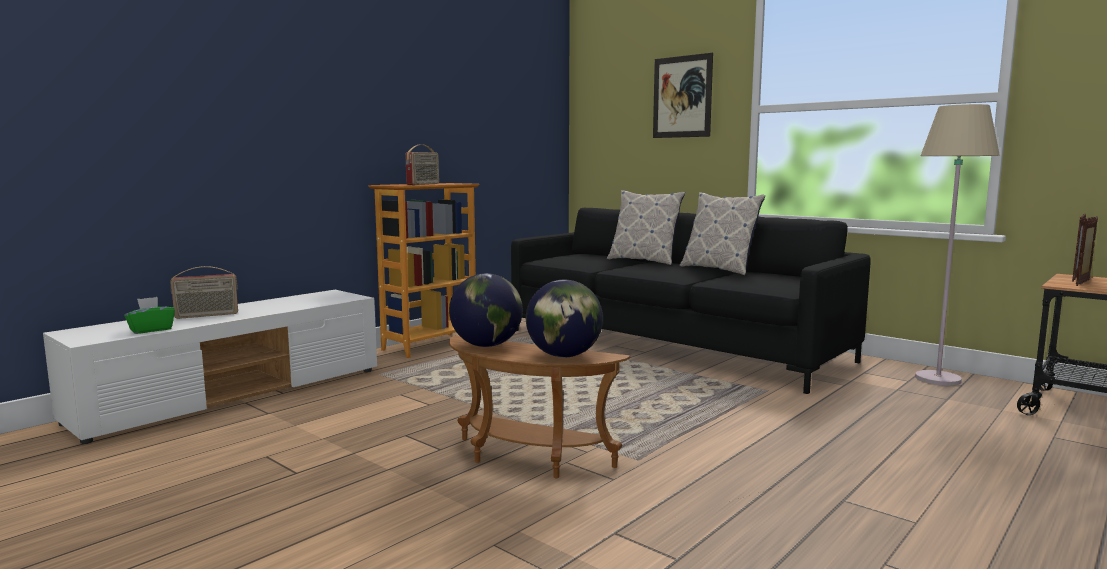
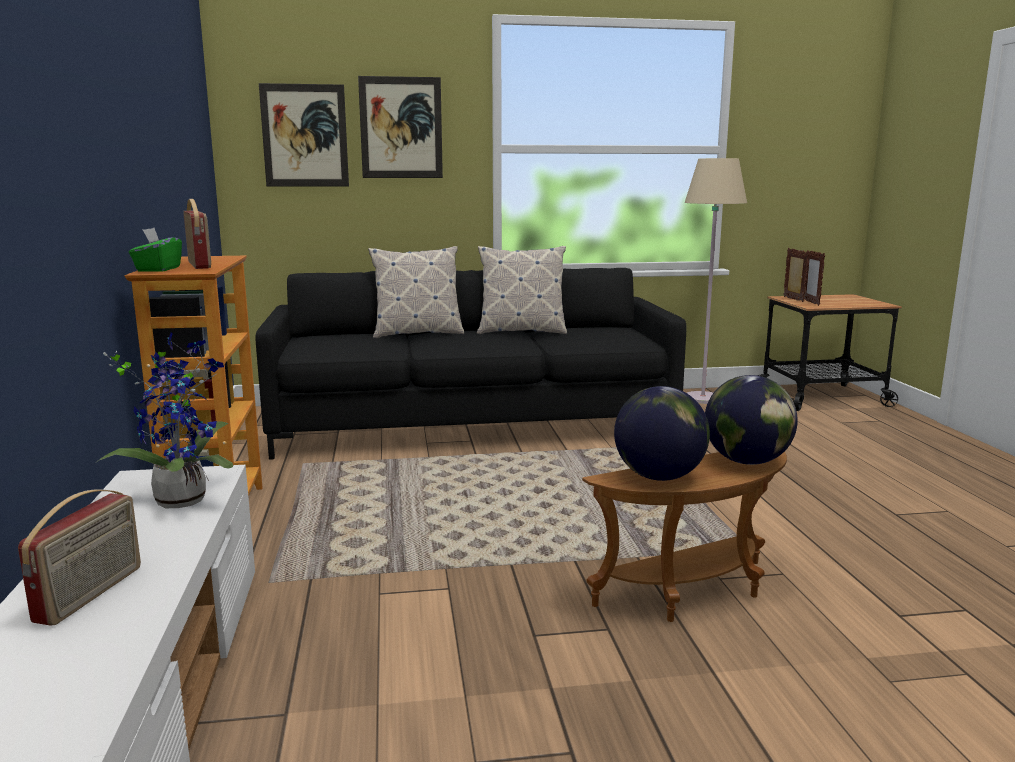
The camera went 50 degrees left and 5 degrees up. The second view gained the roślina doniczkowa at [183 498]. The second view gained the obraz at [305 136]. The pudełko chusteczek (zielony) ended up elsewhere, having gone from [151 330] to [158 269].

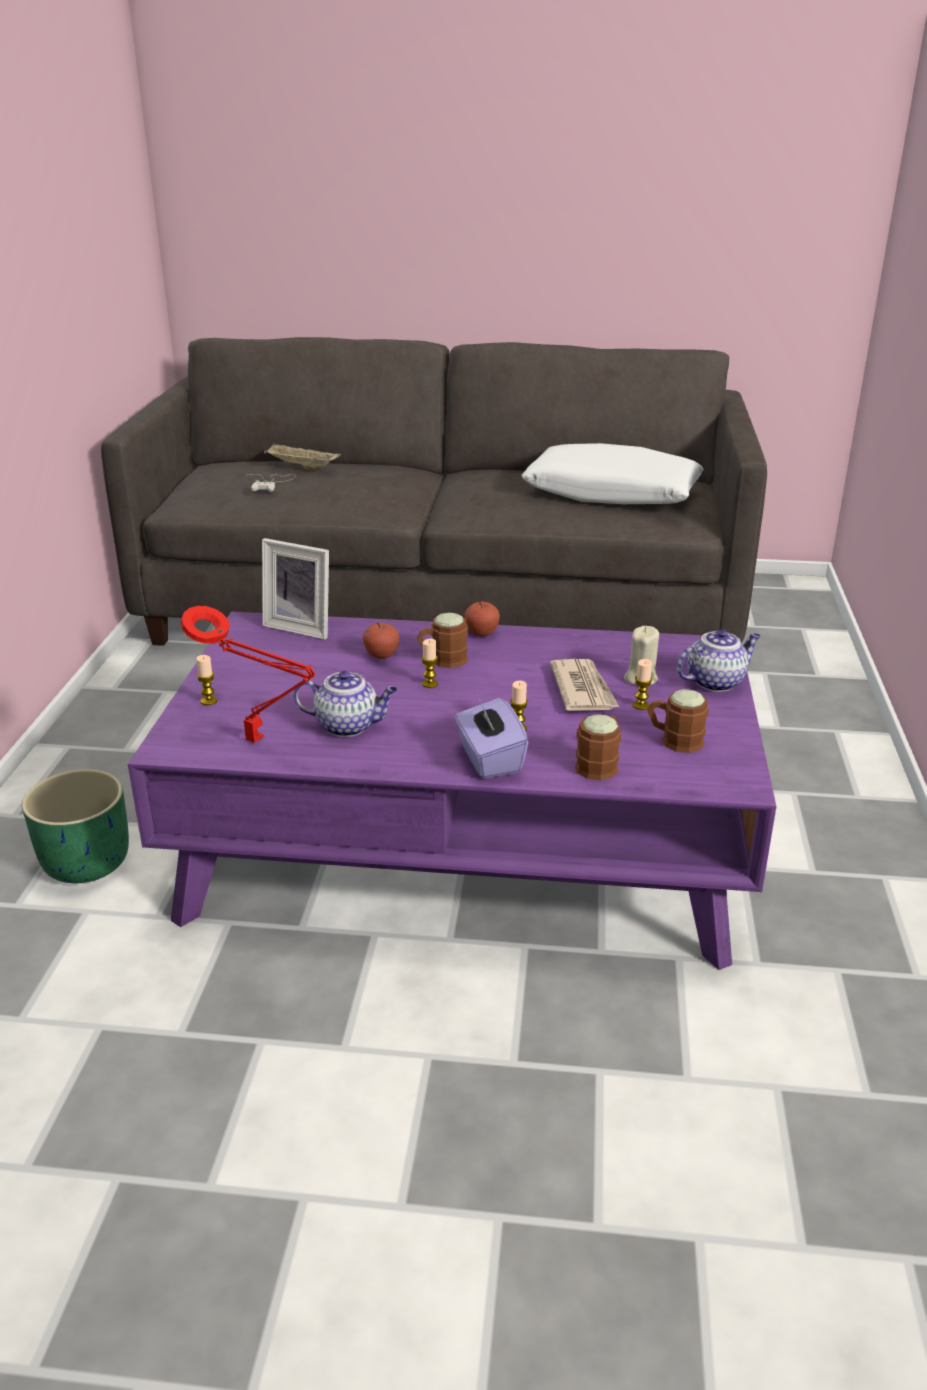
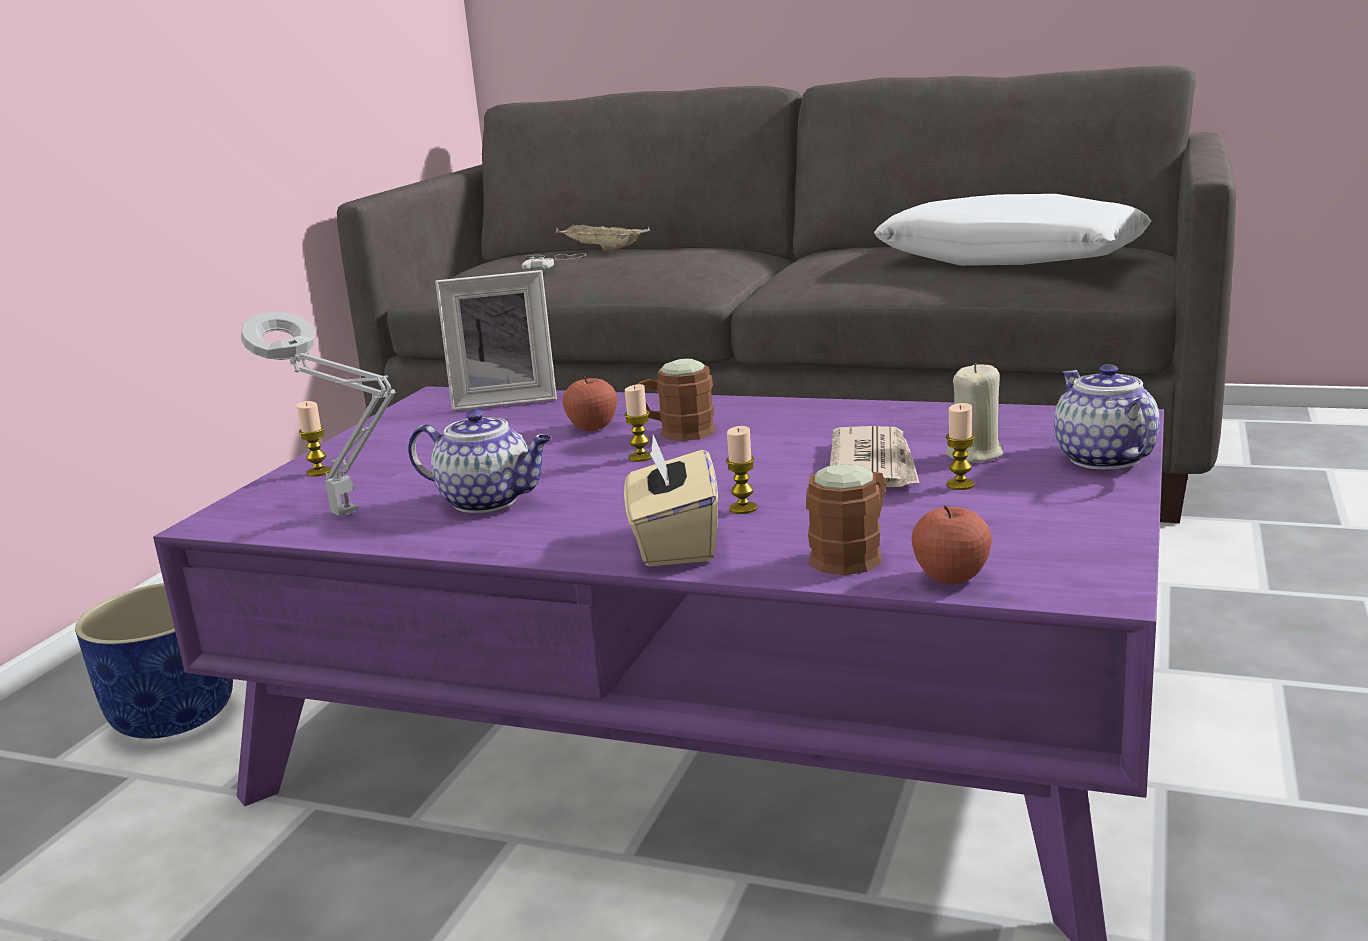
The camera went 15 degrees right and 10 degrees down. The second view lost the kubek (brązowy) at [674 740]. The jabłko ended up elsewhere, having gone from [481 633] to [951 577]. What was the donica (zielony) at [87 862] turned into the donica (niebieski) at [175 714]. What was the lampa stołowa (czerwony) at [259 741] turned into the lampa stołowa (szary) at [349 515]. What was the pudełko chusteczek (fioletowy) at [489 759] turned into the pudełko chusteczek (beżowy) at [674 544]. The ramka na zdjęcie at [301 627] ended up facing another way, 45 degrees counterclockwise from before. The imbryk at [715 681] ended up facing another way, 90 degrees counterclockwise from before.

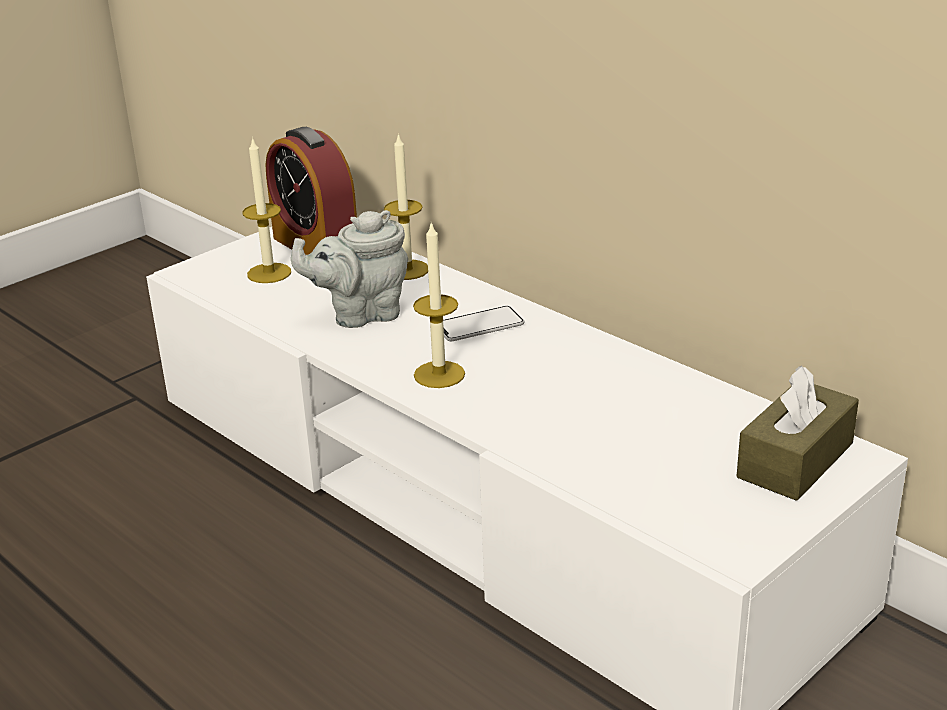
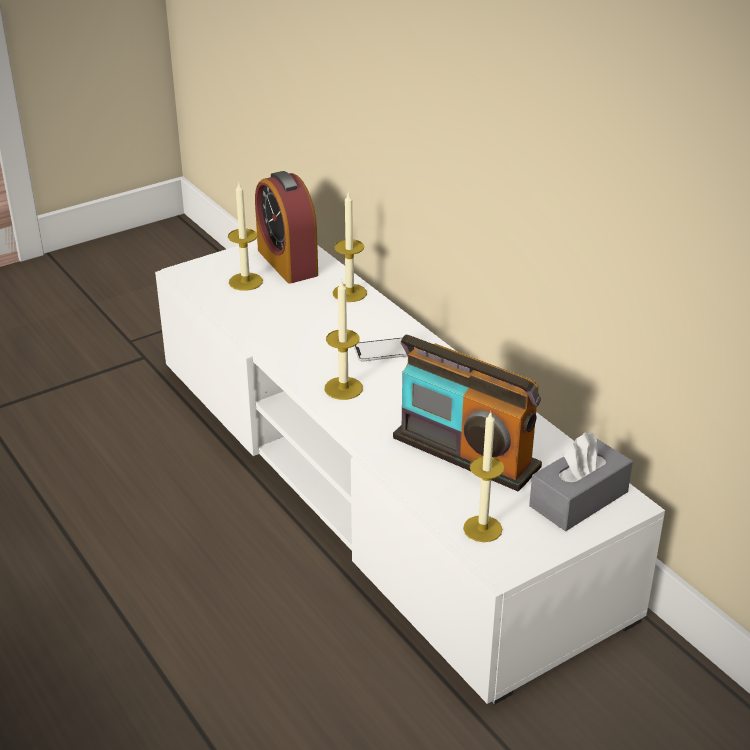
The camera went 10 degrees right and 5 degrees up. The second view lost the imbryk (szary) at [361 314]. The second view gained the radio at [465 453]. The second view gained the świeca at [482 529]. What was the pudełko chusteczek (brązowy) at [795 460] turned into the pudełko chusteczek (szary) at [578 499].

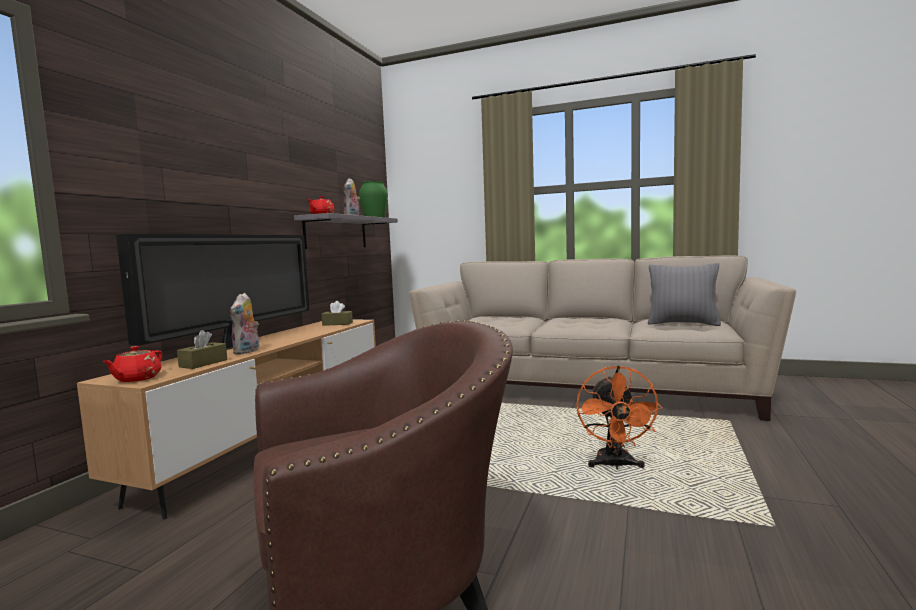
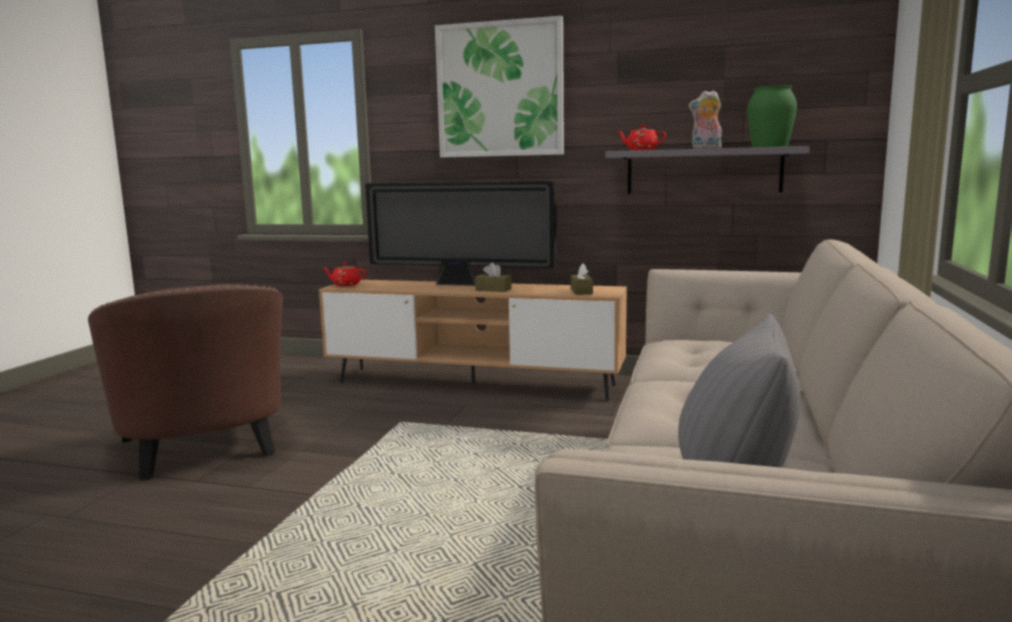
The camera went 85 degrees right and 5 degrees up. The second view lost the pluszak at [247 351]. The second view lost the wentylator (pomarańczowy) at [615 465]. The second view gained the obraz at [500 90]. The pudełko chusteczek (brązowy) ended up elsewhere, having gone from [203 363] to [493 289].

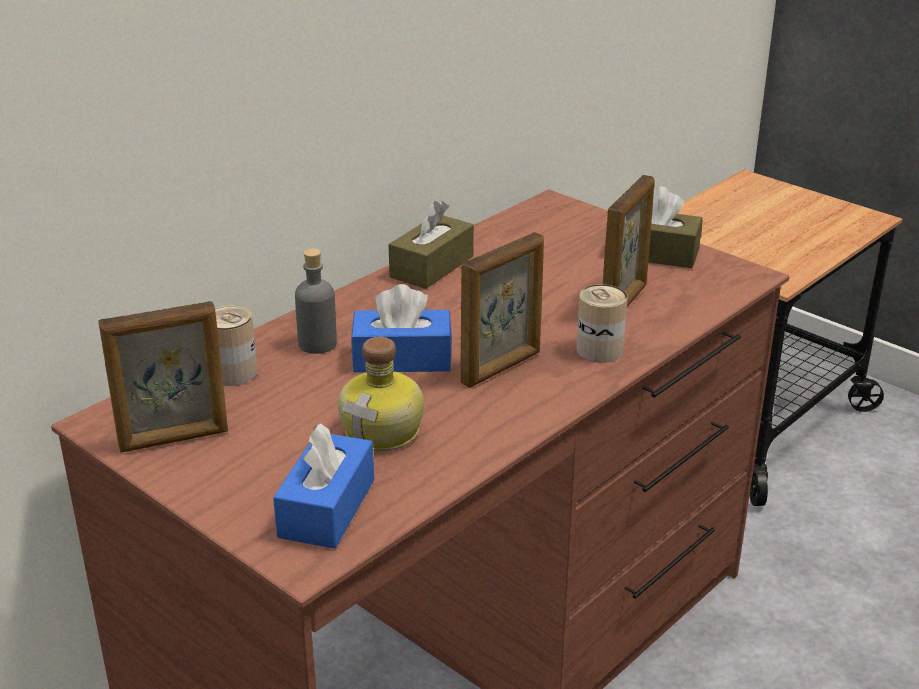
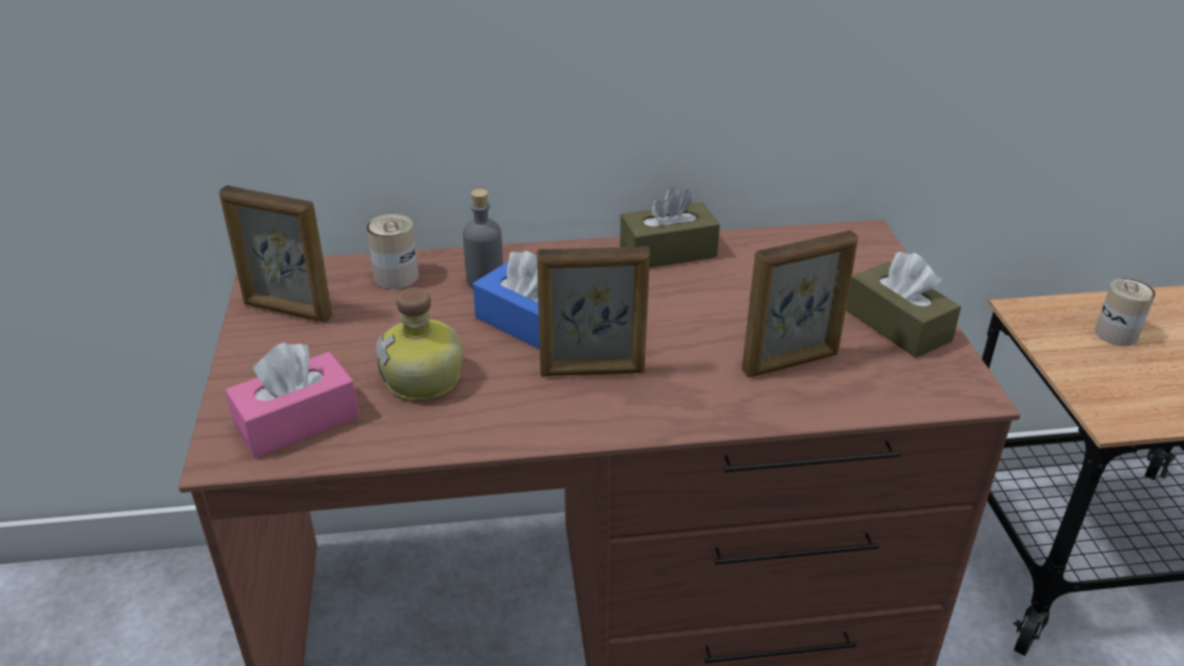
The camera went 40 degrees right and 5 degrees up. The puszka ended up elsewhere, having gone from [599 350] to [1116 334]. What was the pudełko chusteczek (niebieski) at [327 508] turned into the pudełko chusteczek (różowy) at [297 421].

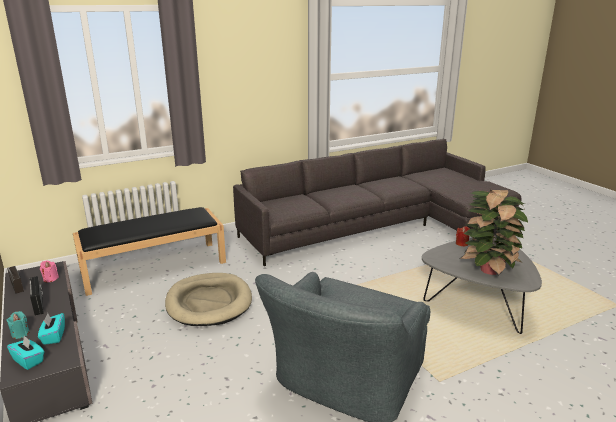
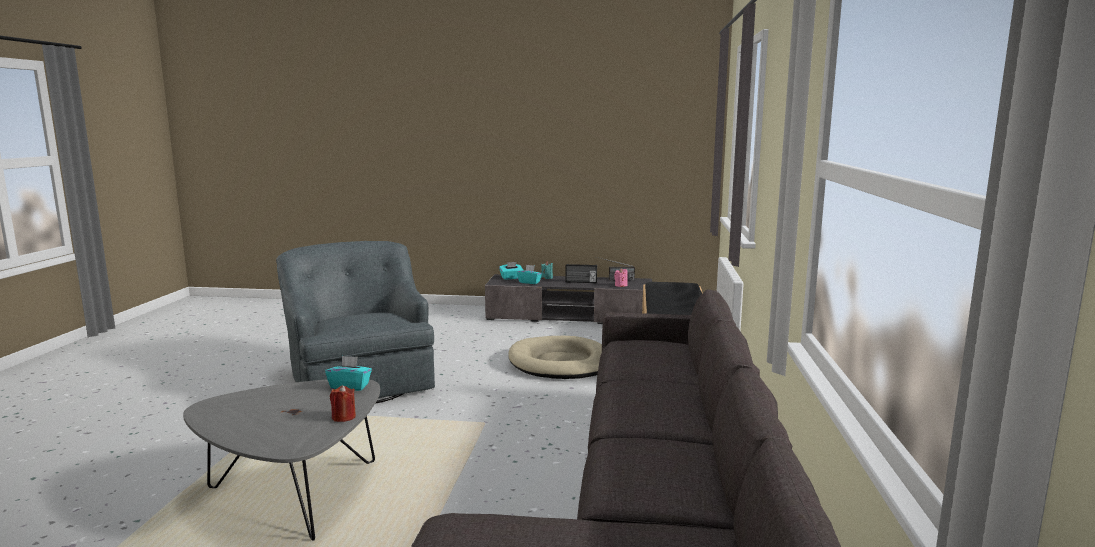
The camera went 125 degrees right and 10 degrees down. The second view lost the roślina doniczkowa at [489 269]. The second view gained the pudełko chusteczek (turkusowy) at [350 386].

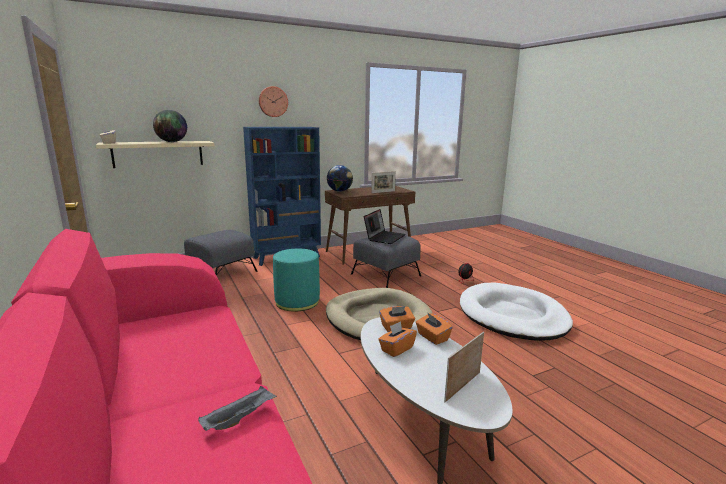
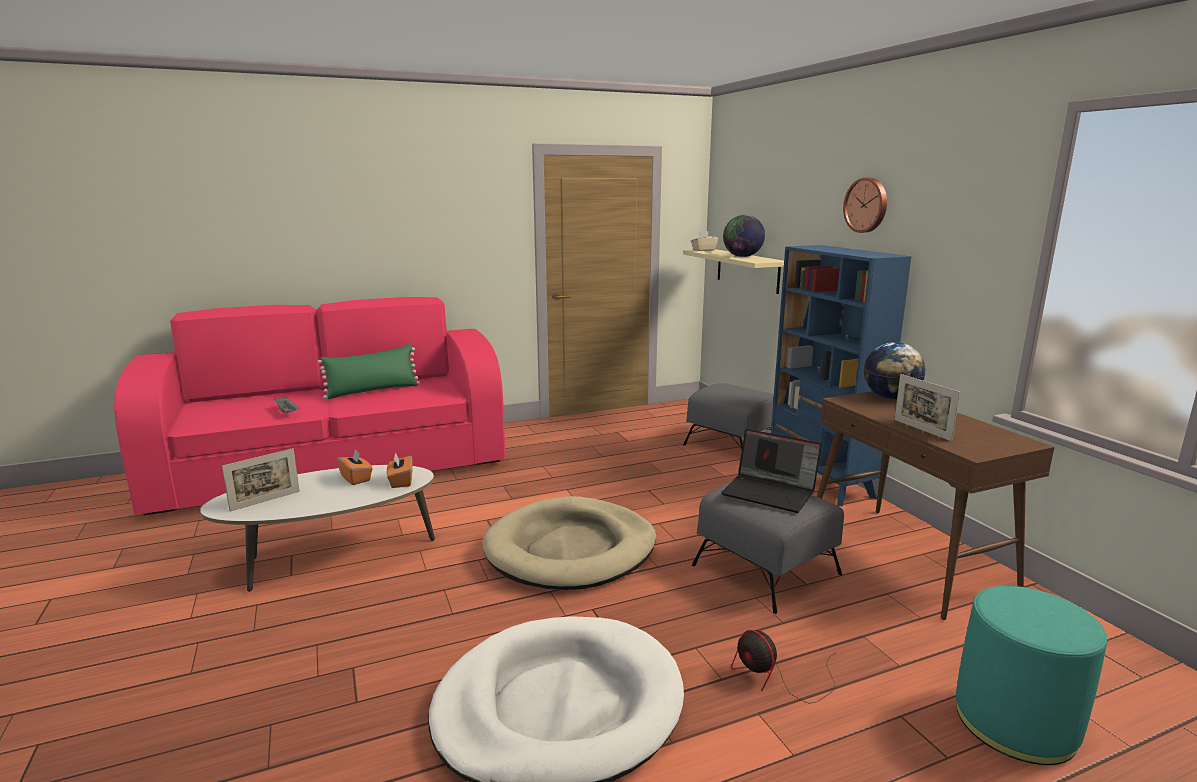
The camera went 95 degrees right and 0 degrees up. The second view lost the pudełko chusteczek (pomarańczowy) at [432 337]. The second view gained the poduszka (zielony) at [373 391]. The pufa (turkusowy) ended up elsewhere, having gone from [297 302] to [1014 722]. The ramka na zdjęcie at [462 386] ended up facing another way, 90 degrees clockwise from before.

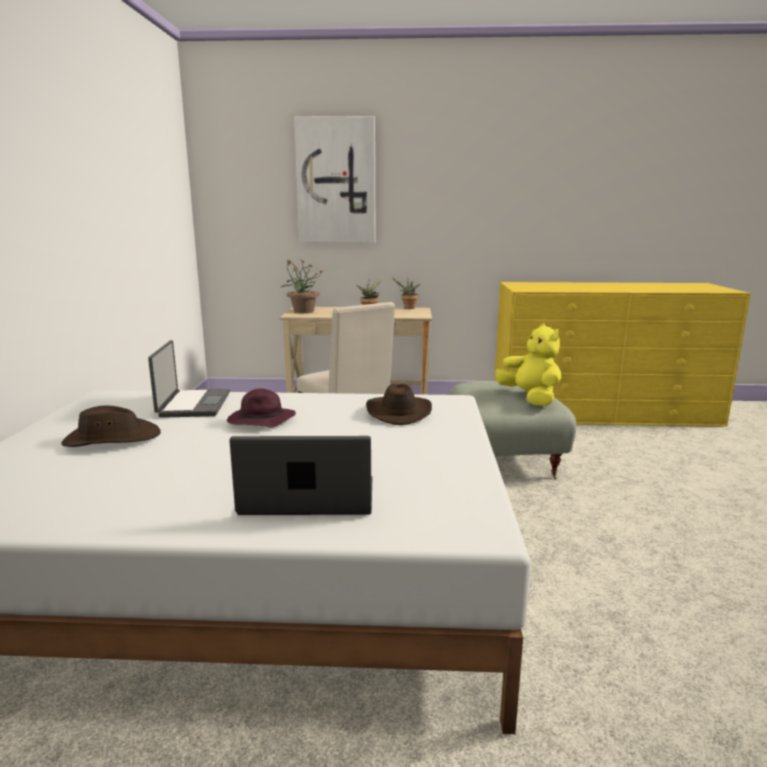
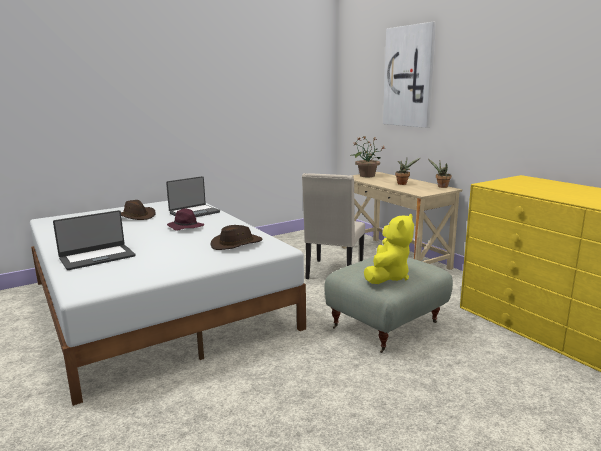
The camera went 55 degrees right and 0 degrees up. The laptop at [308 499] ended up facing another way, 90 degrees clockwise from before.

